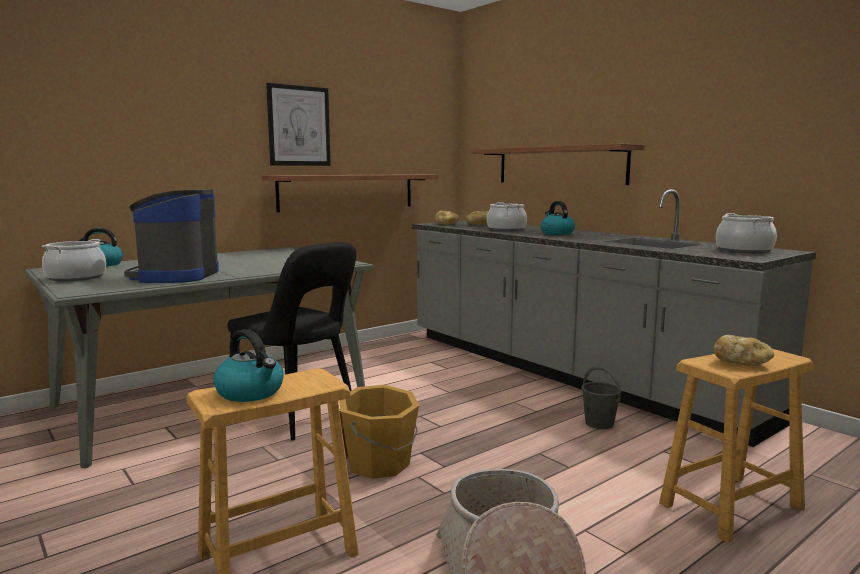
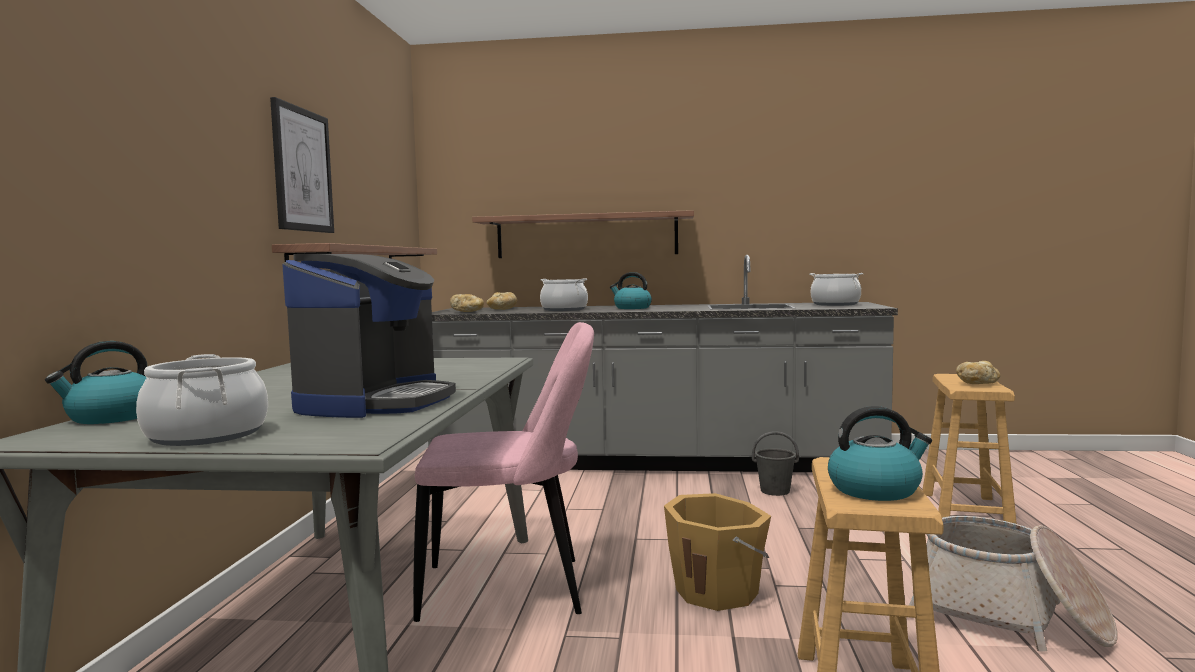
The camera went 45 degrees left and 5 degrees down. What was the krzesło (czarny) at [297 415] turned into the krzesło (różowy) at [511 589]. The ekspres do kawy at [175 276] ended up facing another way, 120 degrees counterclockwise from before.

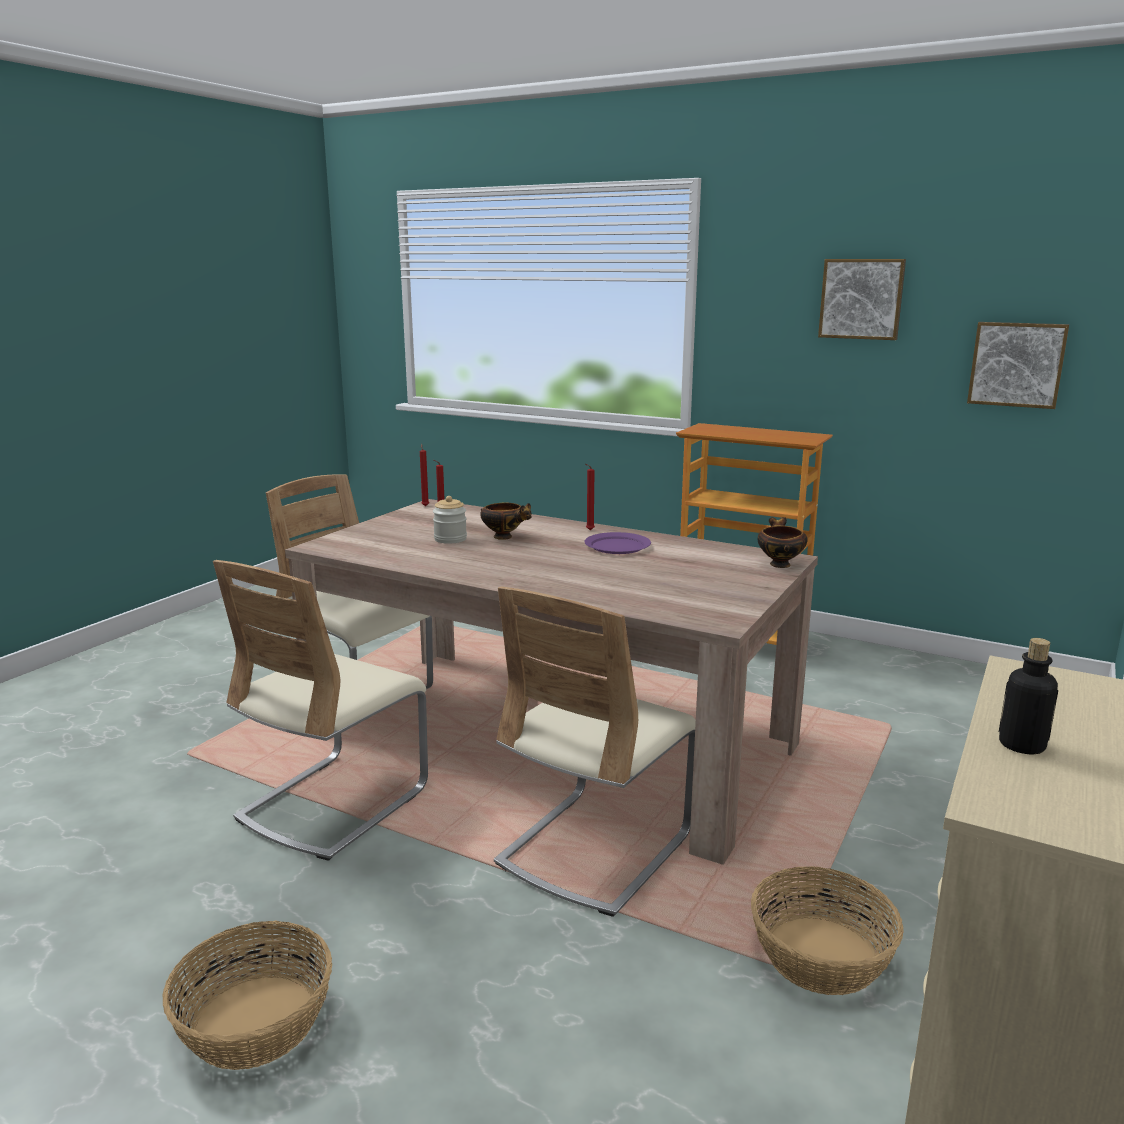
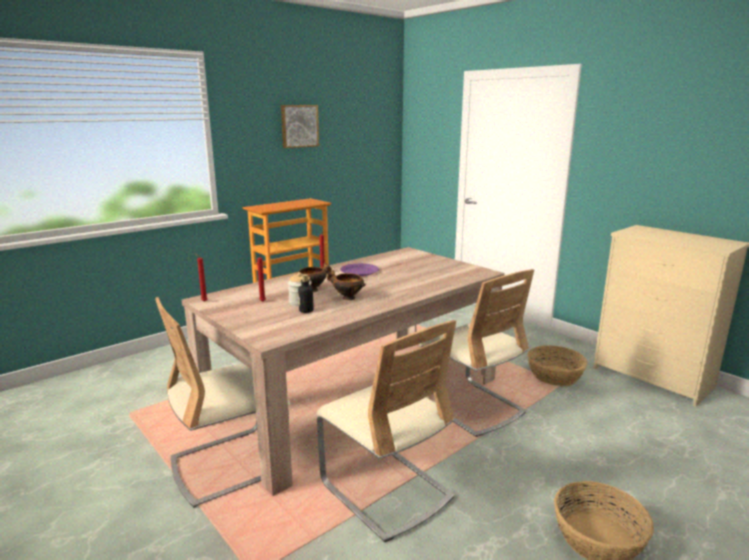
The camera went 70 degrees left and 0 degrees up. The second view lost the obraz at [1017 364]. The miska ended up elsewhere, having gone from [779 564] to [347 298]. The butelka ended up elsewhere, having gone from [1022 745] to [306 310].

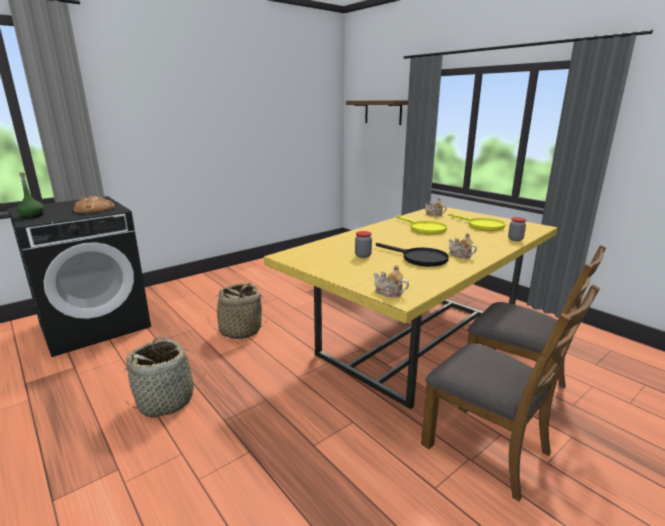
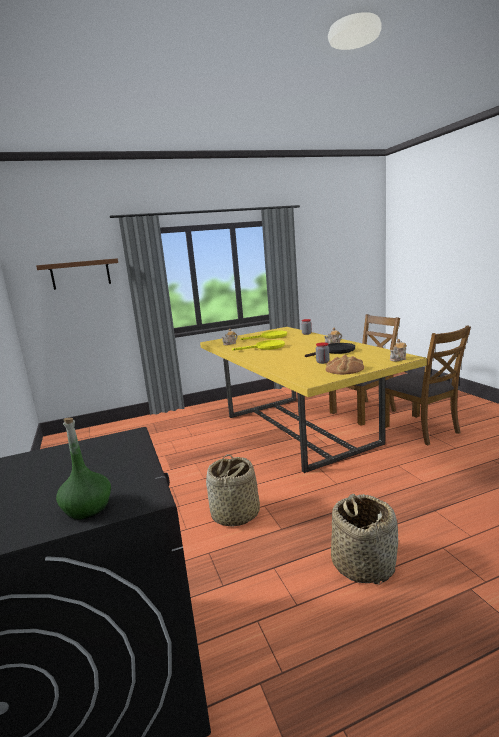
The camera went 70 degrees left and 5 degrees down. The chleb ended up elsewhere, having gone from [94 209] to [344 369]. The krzesło (brązowy) at [487 448] ended up facing another way, 90 degrees clockwise from before.

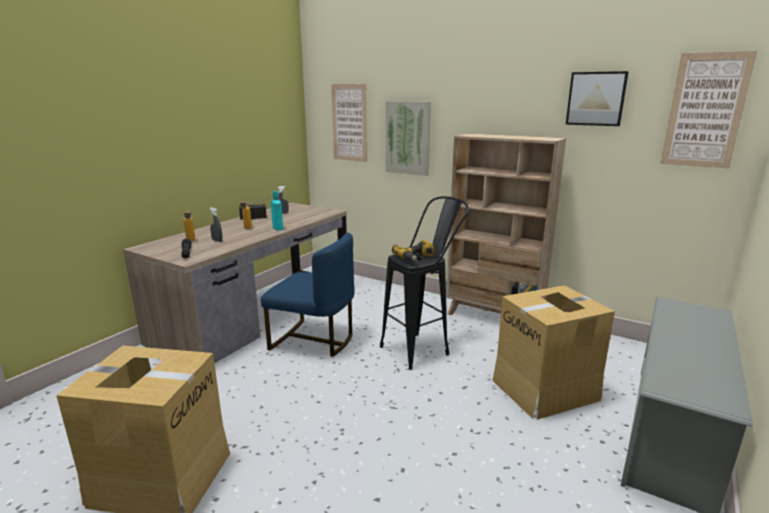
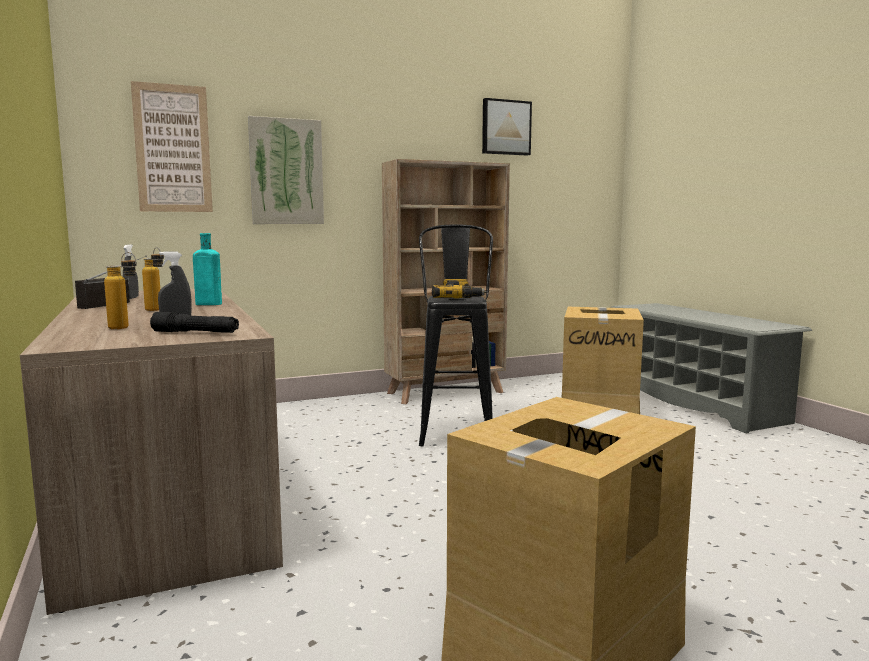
The camera went 55 degrees left and 10 degrees down. The second view lost the krzesło (niebieski) at [314 340]. The second view lost the obraz at [705 111].

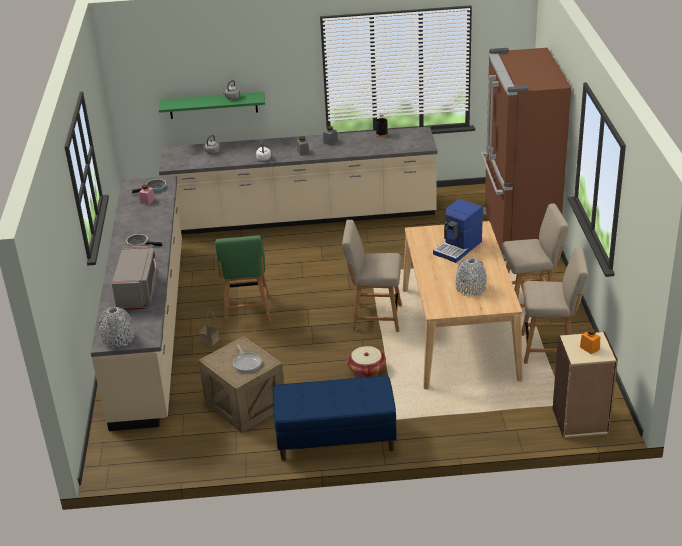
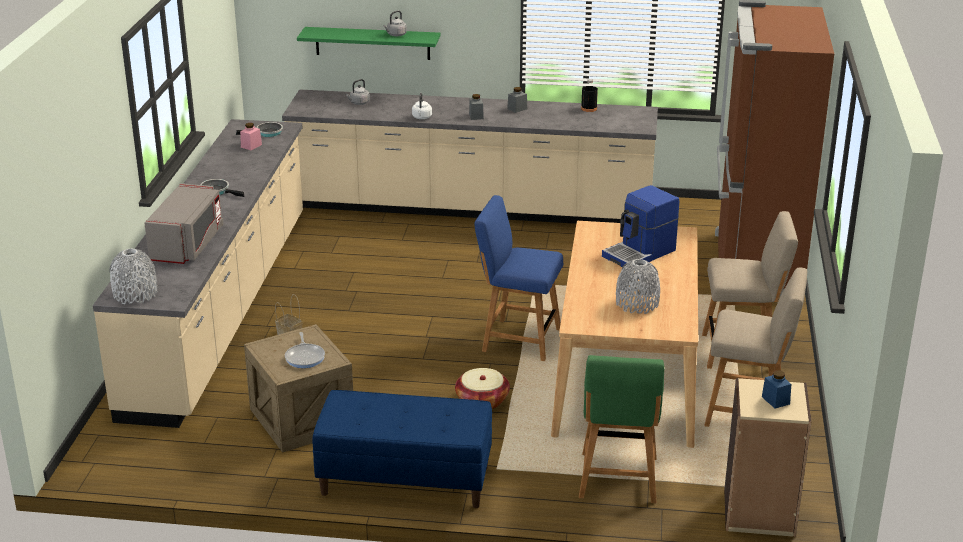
The camera went 10 degrees right and 5 degrees down. The krzesło (zielony) ended up elsewhere, having gone from [247 312] to [618 481]. What was the krzesło (beżowy) at [374 318] turned into the krzesło (niebieski) at [517 339]. What was the słoik (pomarańczowy) at [589 348] turned into the słoik (niebieski) at [775 400].

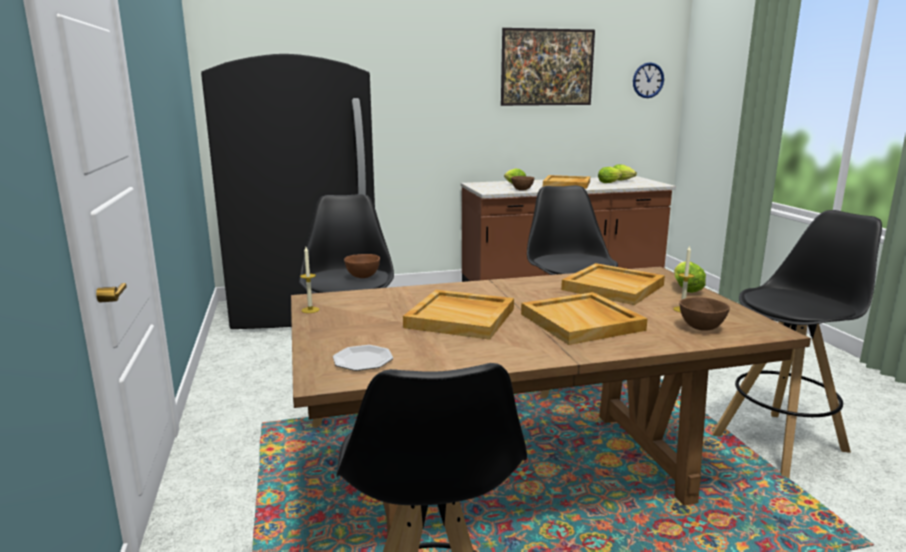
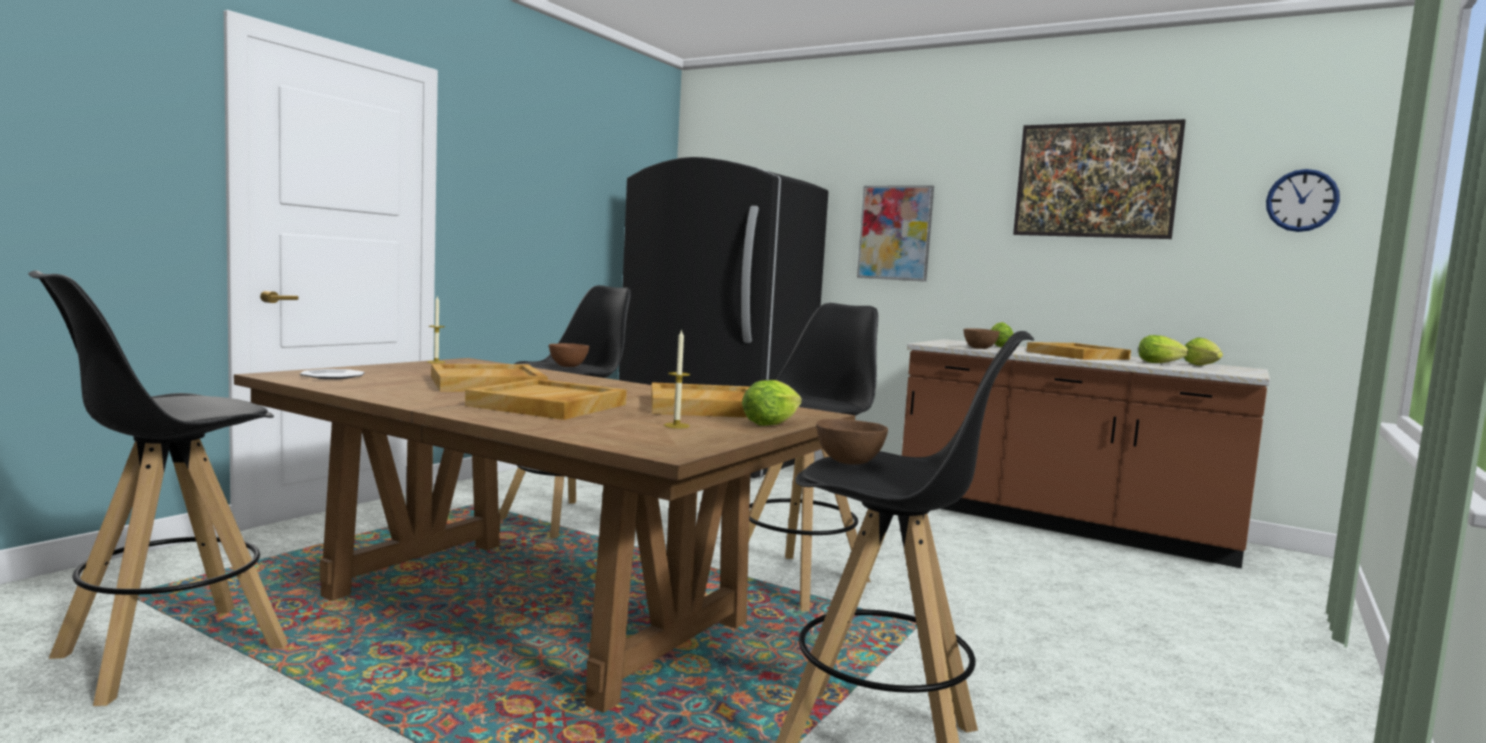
The camera went 45 degrees right and 10 degrees down. The second view gained the obraz at [895 233]. The miska (brązowy) ended up elsewhere, having gone from [700 328] to [848 462].

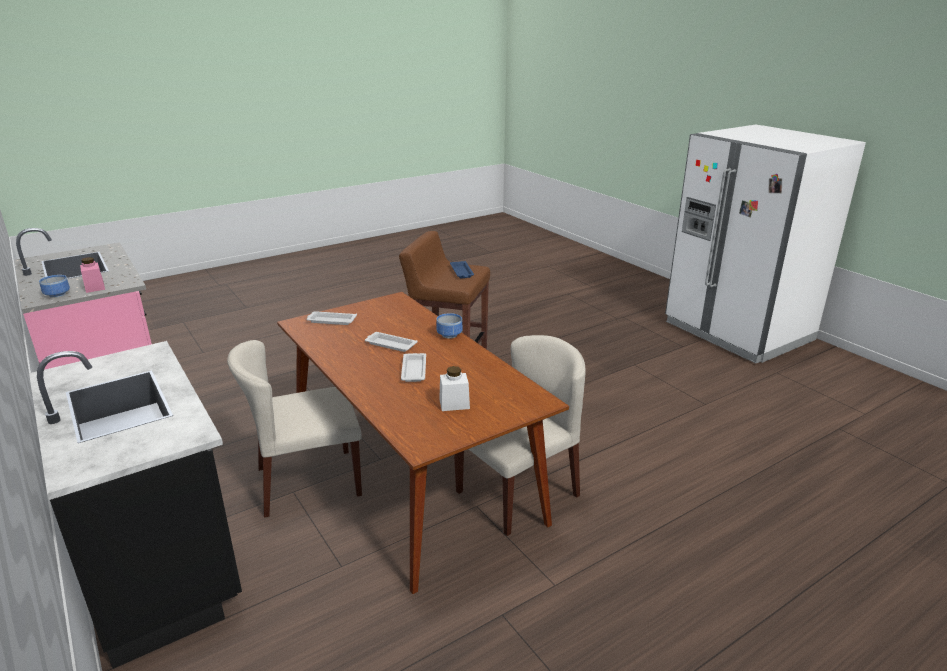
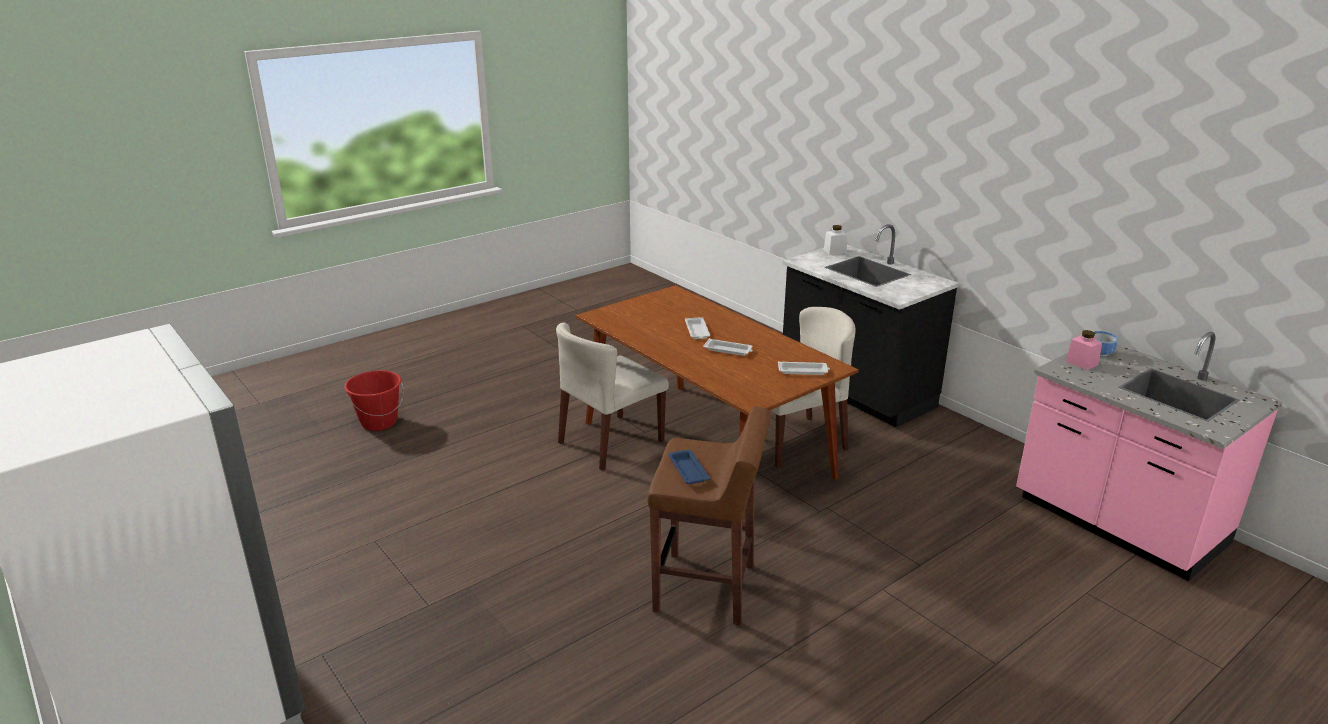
The camera went 175 degrees right and 0 degrees up. The second view lost the miska at [449 335]. The second view gained the wiadro (czerwony) at [379 422]. The słoik (biały) ended up elsewhere, having gone from [454 404] to [835 251].

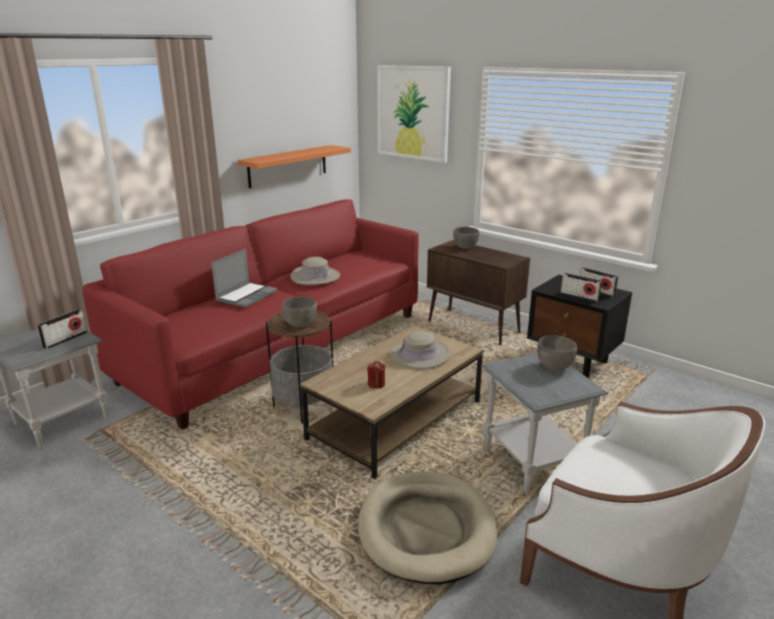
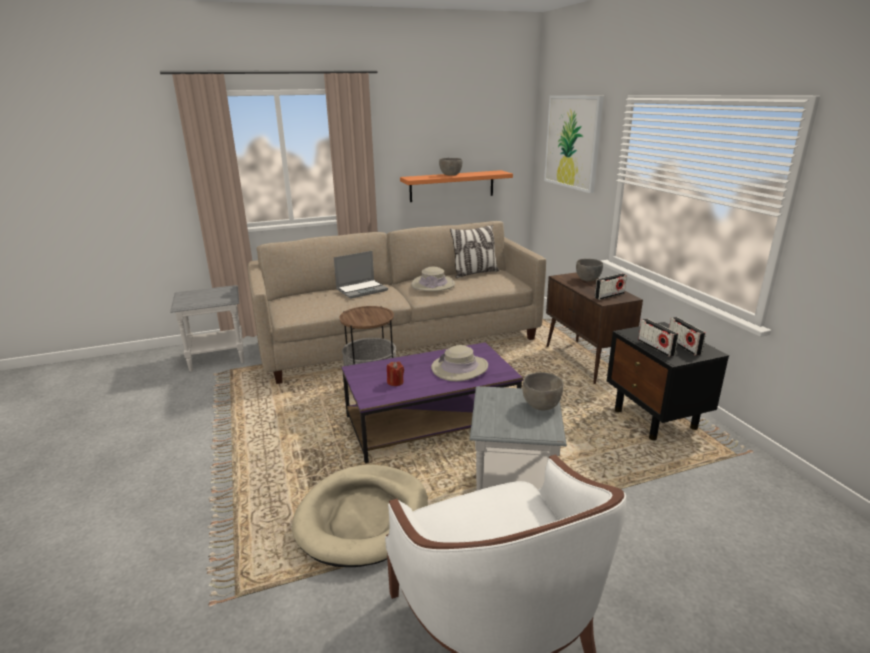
The camera went 30 degrees right and 0 degrees up. The second view gained the poduszka at [475 273]. The radio ended up elsewhere, having gone from [65 339] to [609 295]. The miska (szary) ended up elsewhere, having gone from [300 324] to [450 175]. What was the kanapa (czerwony) at [278 347] turned into the kanapa (beżowy) at [400 340]. What was the ława (brązowy) at [396 419] turned into the ława (fioletowy) at [432 422].

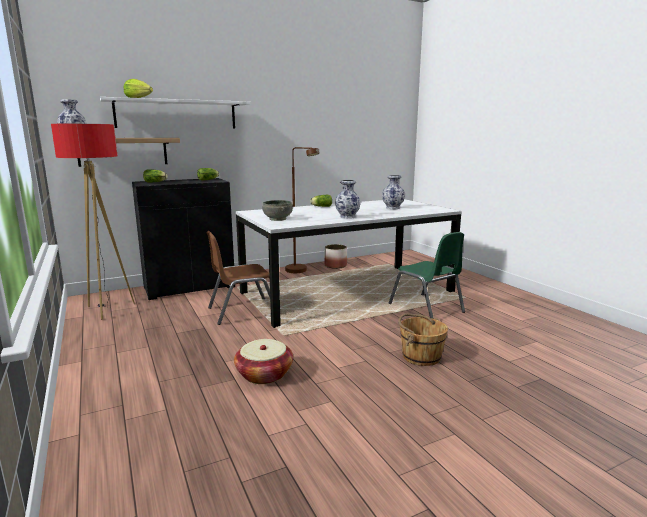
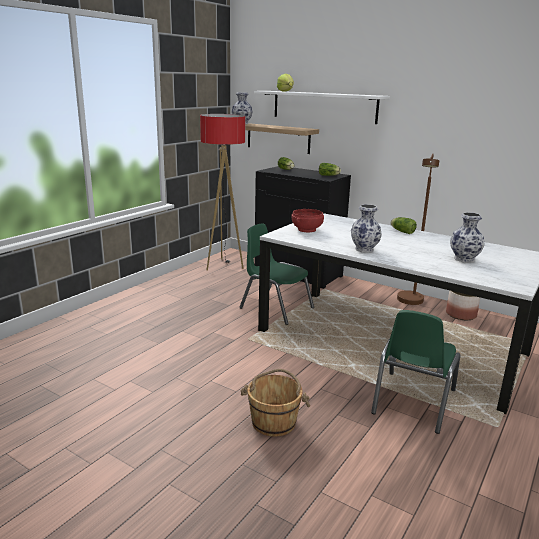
The camera went 60 degrees right and 5 degrees up. The second view lost the koszyk at [264 374]. What was the krzesło (brązowy) at [242 311] turned into the krzesło (zielony) at [276 308]. What was the miska (szary) at [278 219] turned into the miska (czerwony) at [307 230].

